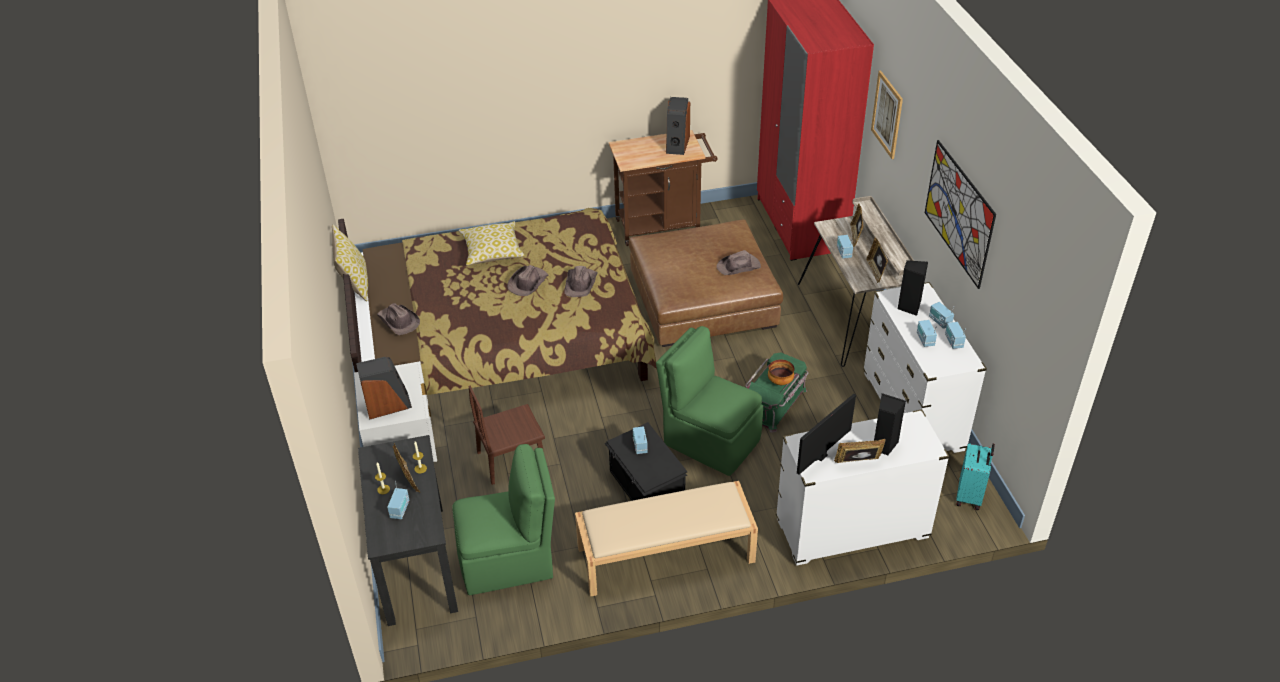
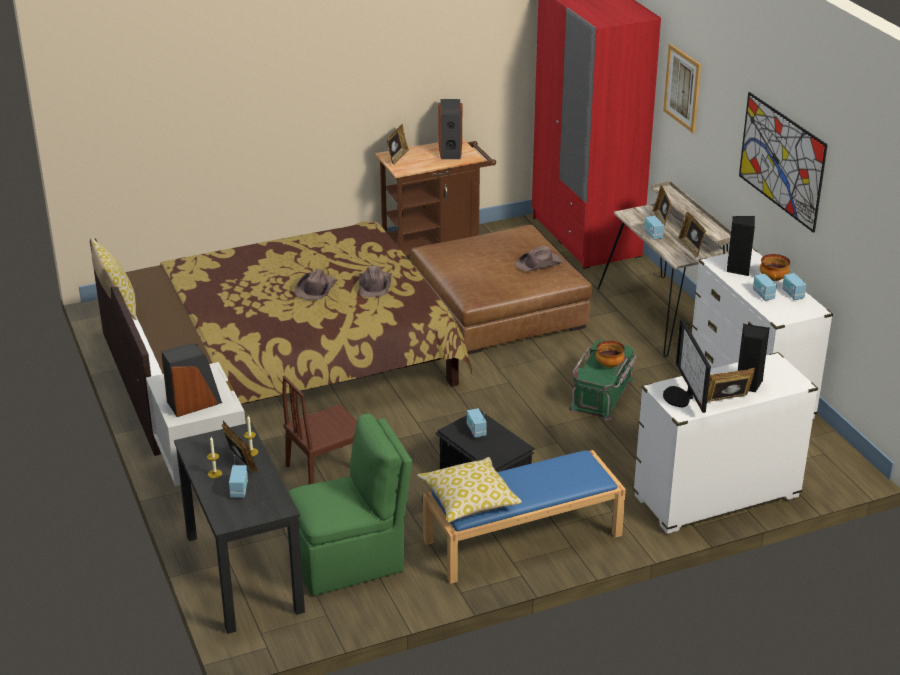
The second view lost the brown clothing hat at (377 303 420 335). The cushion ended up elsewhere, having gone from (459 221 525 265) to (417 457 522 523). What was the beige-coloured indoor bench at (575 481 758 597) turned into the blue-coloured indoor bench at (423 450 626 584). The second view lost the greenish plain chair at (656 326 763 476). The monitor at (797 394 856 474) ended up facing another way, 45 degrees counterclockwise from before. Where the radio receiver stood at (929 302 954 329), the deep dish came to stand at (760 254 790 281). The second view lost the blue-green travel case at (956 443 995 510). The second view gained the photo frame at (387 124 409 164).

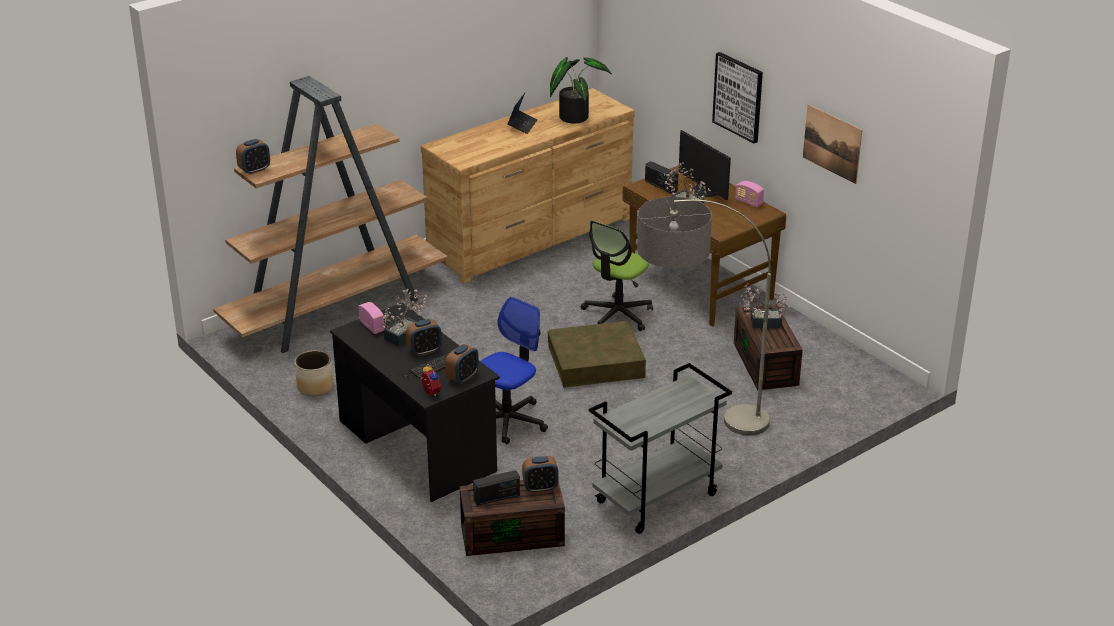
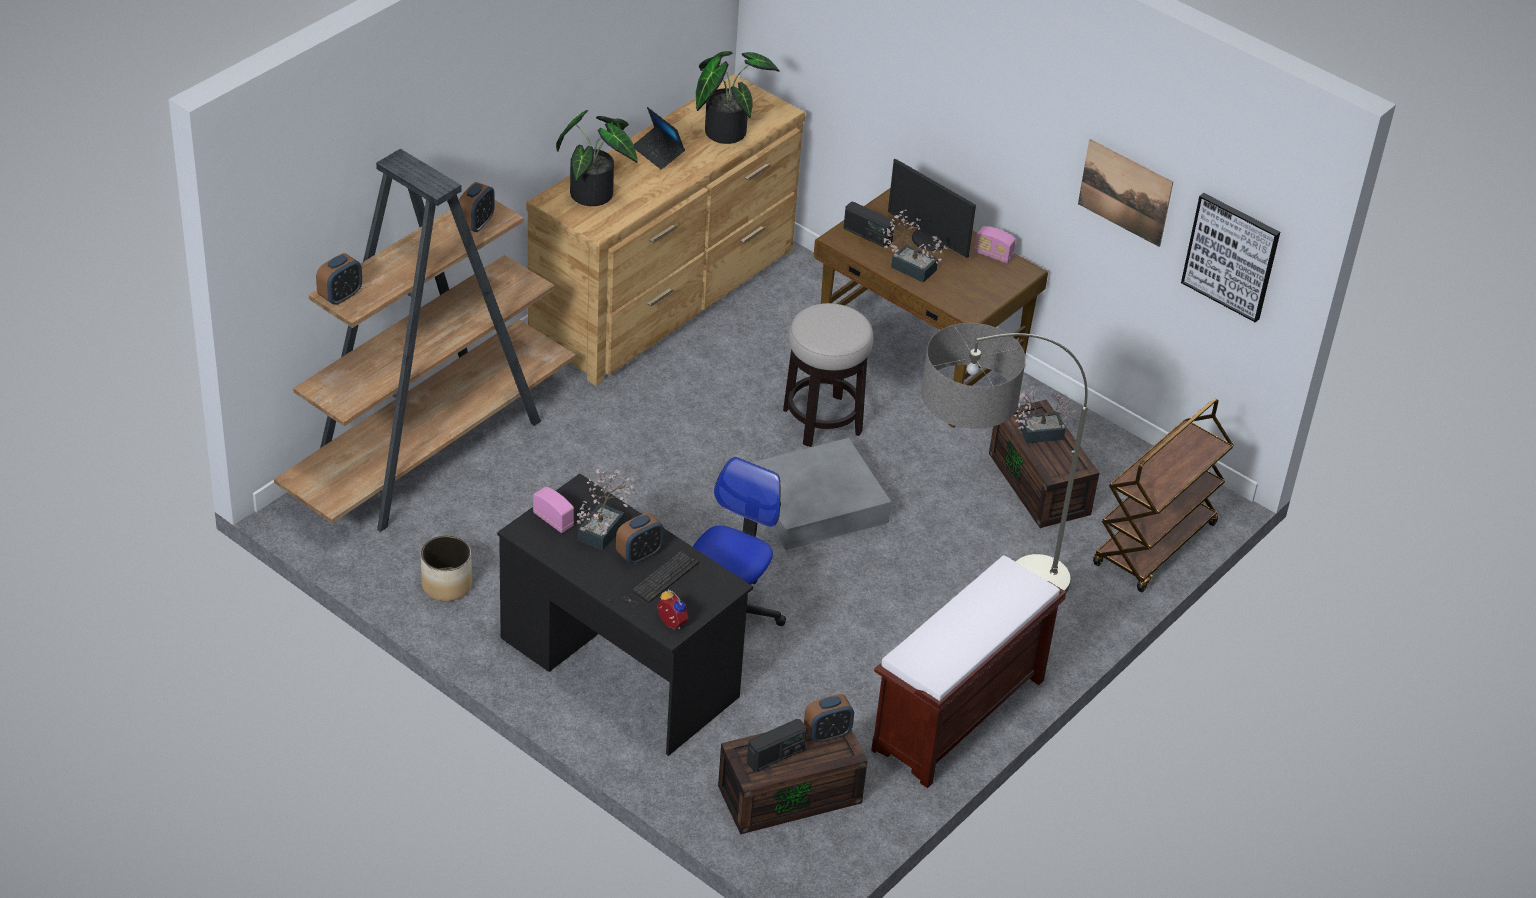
The alarm clock ended up elsewhere, having gone from (445 344 479 384) to (459 182 495 233). The laptop at (507 93 537 134) ended up facing another way, 135 degrees clockwise from before. What was the brown storage container at (548 321 646 388) turned into the grey storage container at (751 438 892 550). Where the computer chair stood at (581 221 653 331), the stool seat came to stand at (783 303 873 447). Where the grey wheeled cart stood at (589 363 732 534), the brown indoor bench came to stand at (871 555 1066 788). The wall picture ended up elsewhere, having gone from (712 52 763 143) to (1181 193 1280 323). The second view gained the potted plant at (556 110 638 206). The second view gained the brown wheeled cart at (1093 398 1234 592).

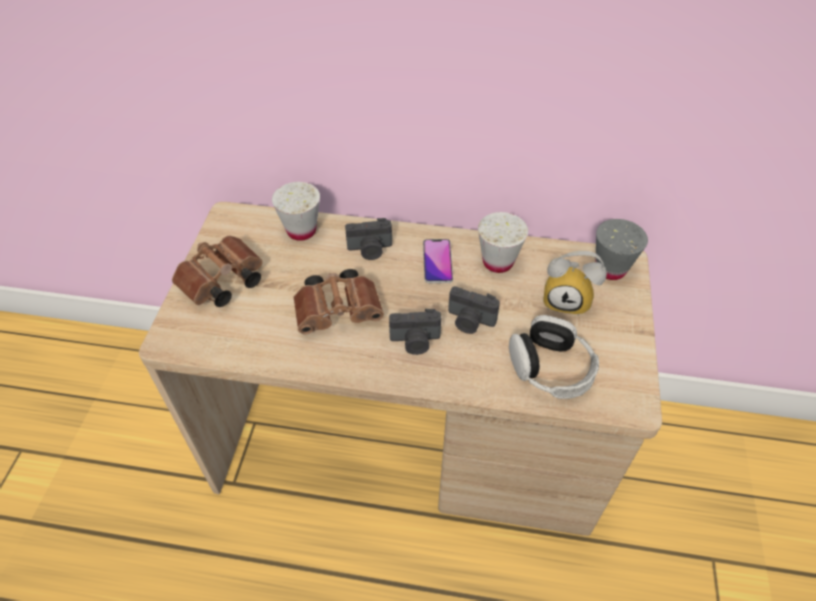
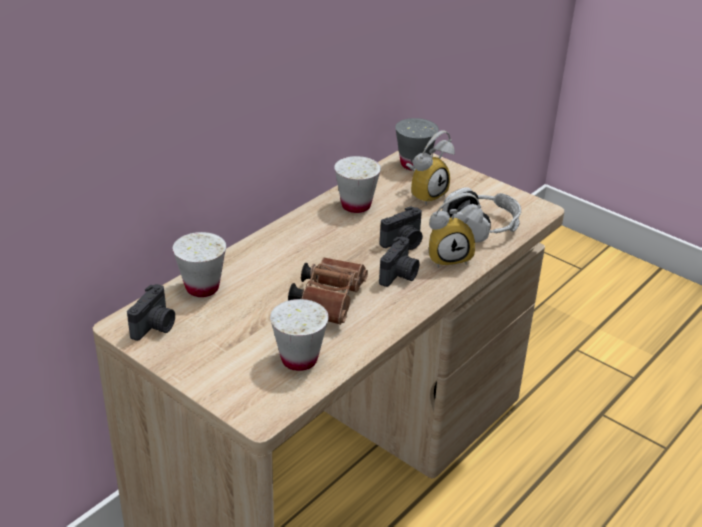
The second view lost the brown pair of binoculars at (172 235 263 307). The photo camera ended up elsewhere, having gone from (345 218 392 260) to (127 284 175 341). The second view lost the telephone at (423 239 453 283). The second view gained the white small cup at (270 299 329 371). The second view gained the alarm clock at (429 193 483 268).

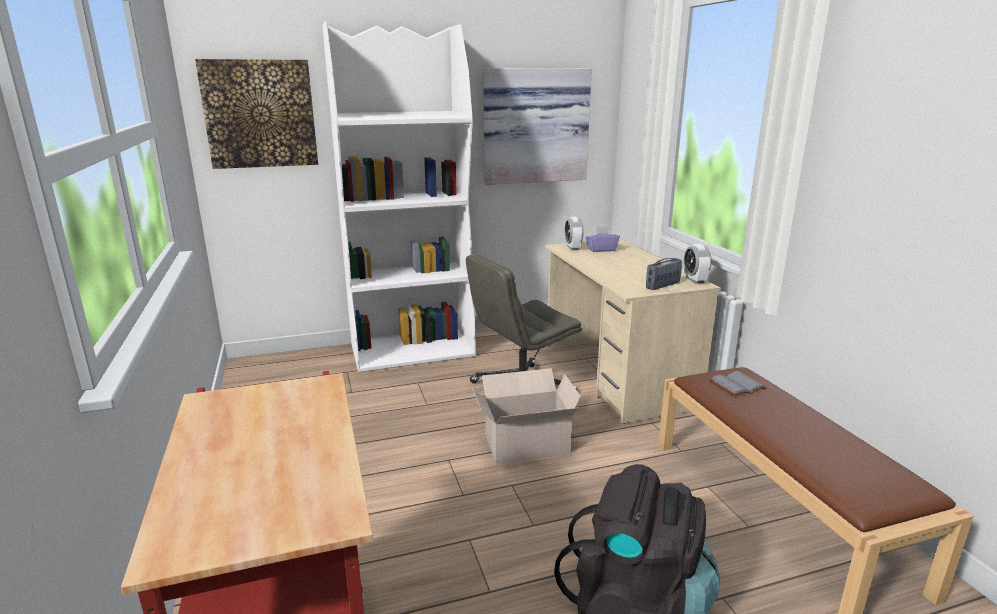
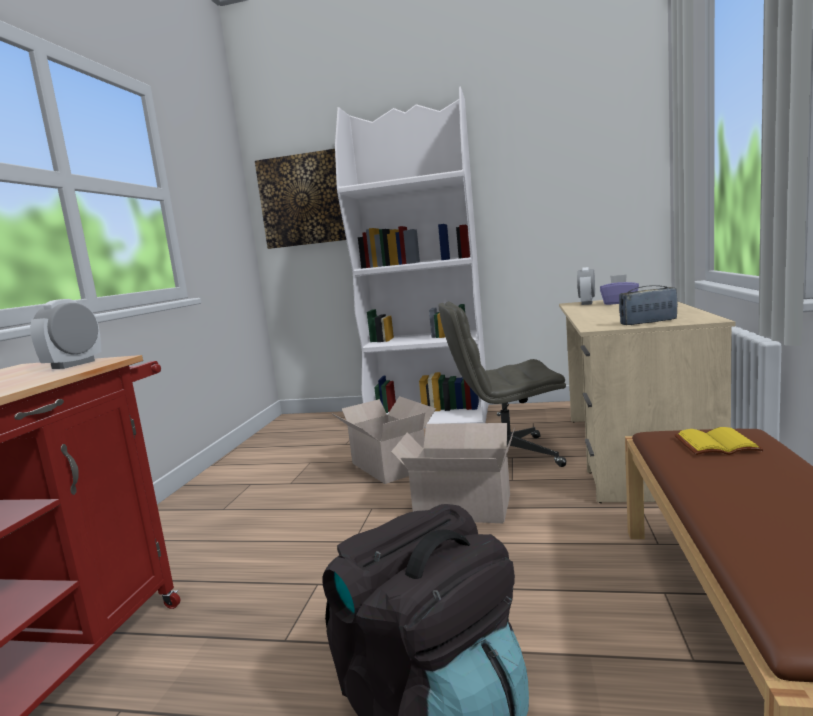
The second view lost the wall picture at (483 68 592 185). The alarm clock ended up elsewhere, having gone from (684 244 712 284) to (30 299 101 369). What was the grey volume at (709 371 767 397) turned into the yellowish volume at (675 427 764 455). The second view gained the cardboard box at (331 396 436 484).

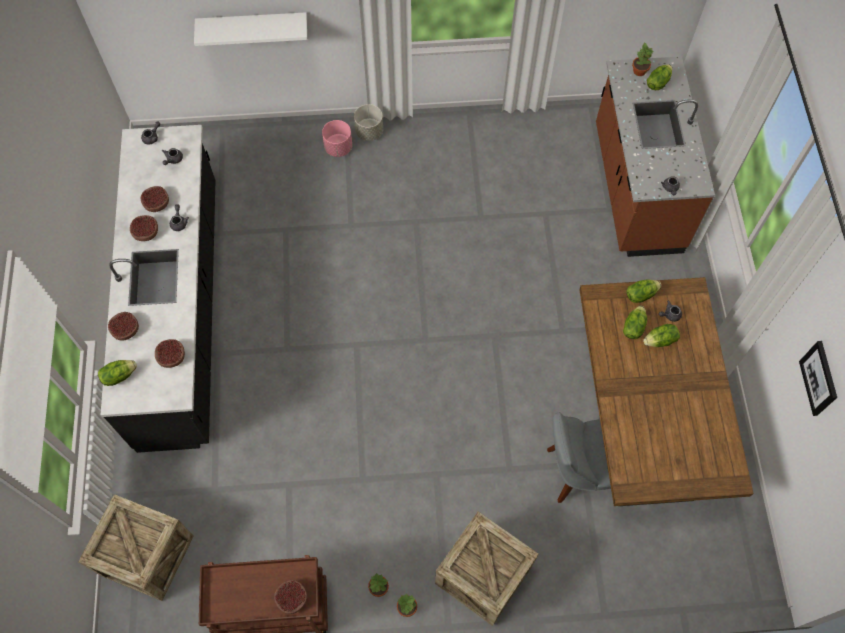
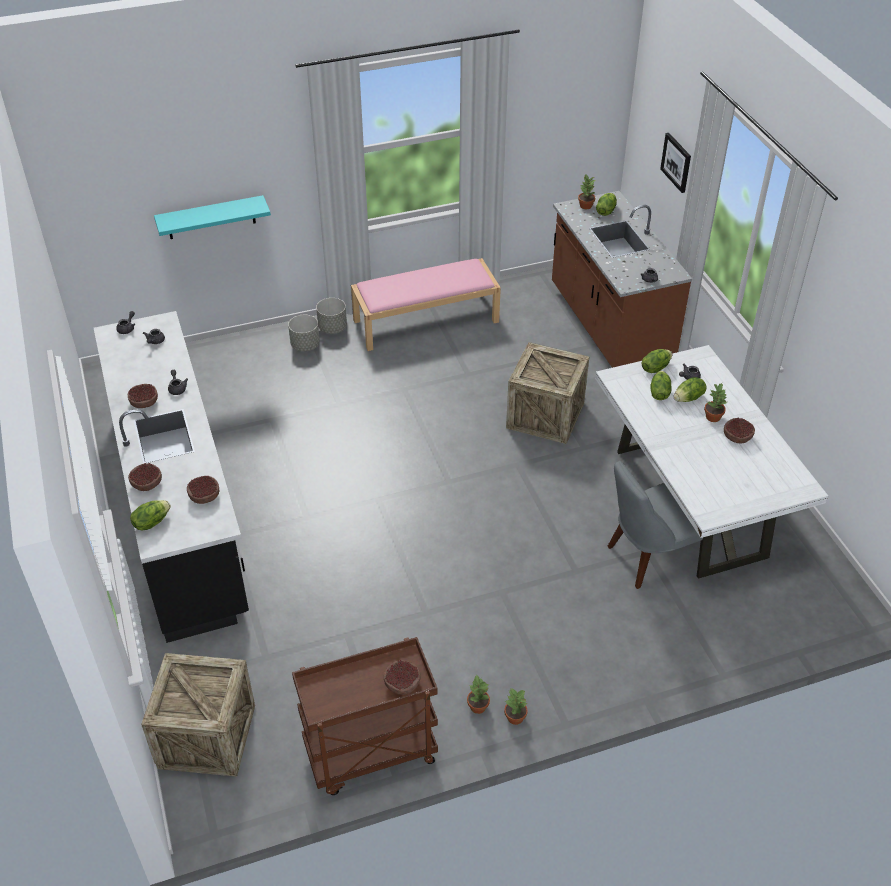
The deep dish ended up elsewhere, having gone from (141 186 169 212) to (724 417 755 443). What was the white wall shelf at (194 12 307 46) turned into the blue-green wall shelf at (154 195 271 239). What was the pink-coloured plant pot at (322 120 352 157) turned into the grey plant pot at (288 315 320 351). The crate ended up elsewhere, having gone from (435 511 539 626) to (506 342 589 444). What was the brown kitchen table at (579 277 754 506) turned into the white kitchen table at (595 345 828 579). The wall picture ended up elsewhere, having gone from (799 341 837 416) to (660 133 691 193). The second view gained the pink-coloured indoor bench at (351 258 501 351). The second view gained the potted plant at (704 383 728 422).

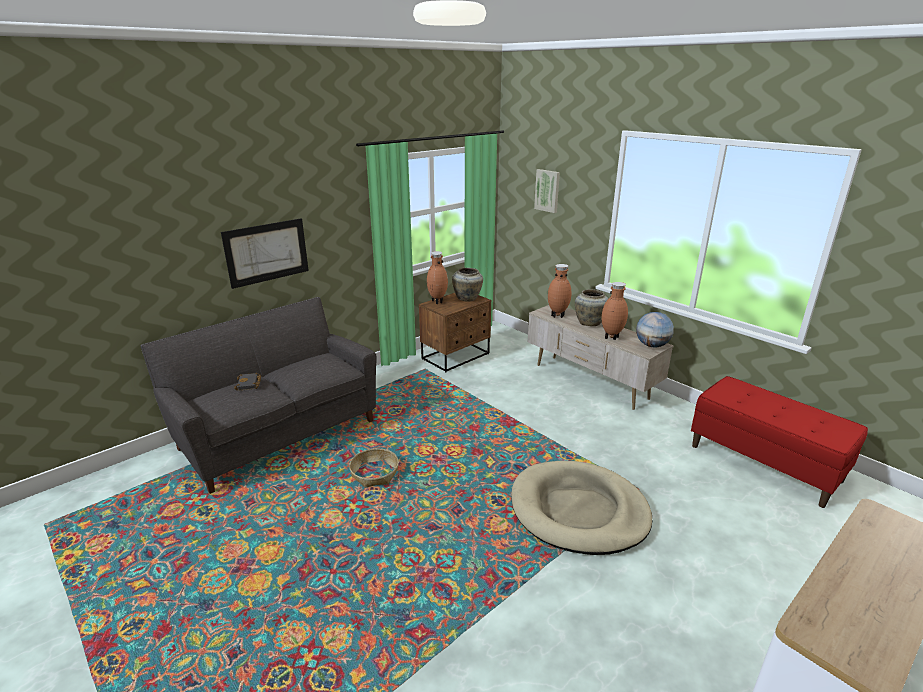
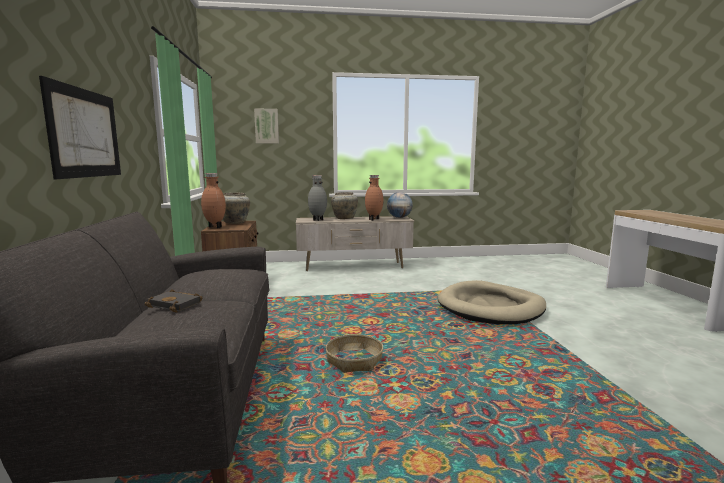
What was the brown vase at (548 264 571 318) turned into the grey vase at (308 175 327 221). The second view lost the reddish indoor bench at (691 376 868 508).

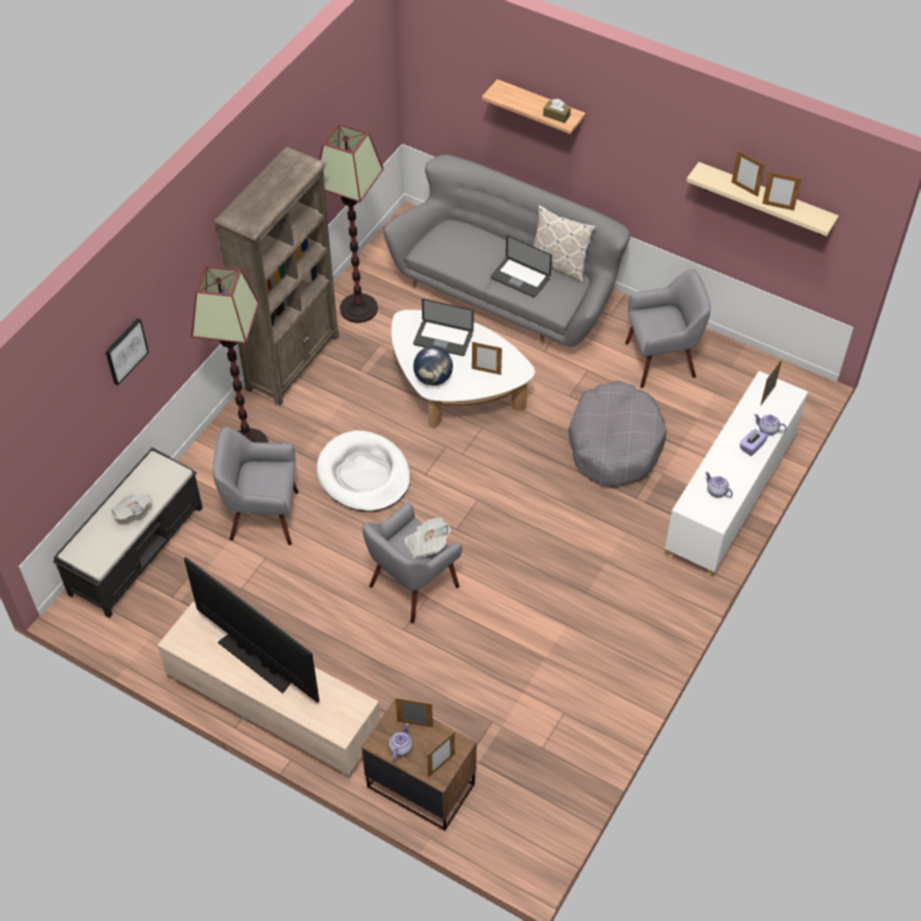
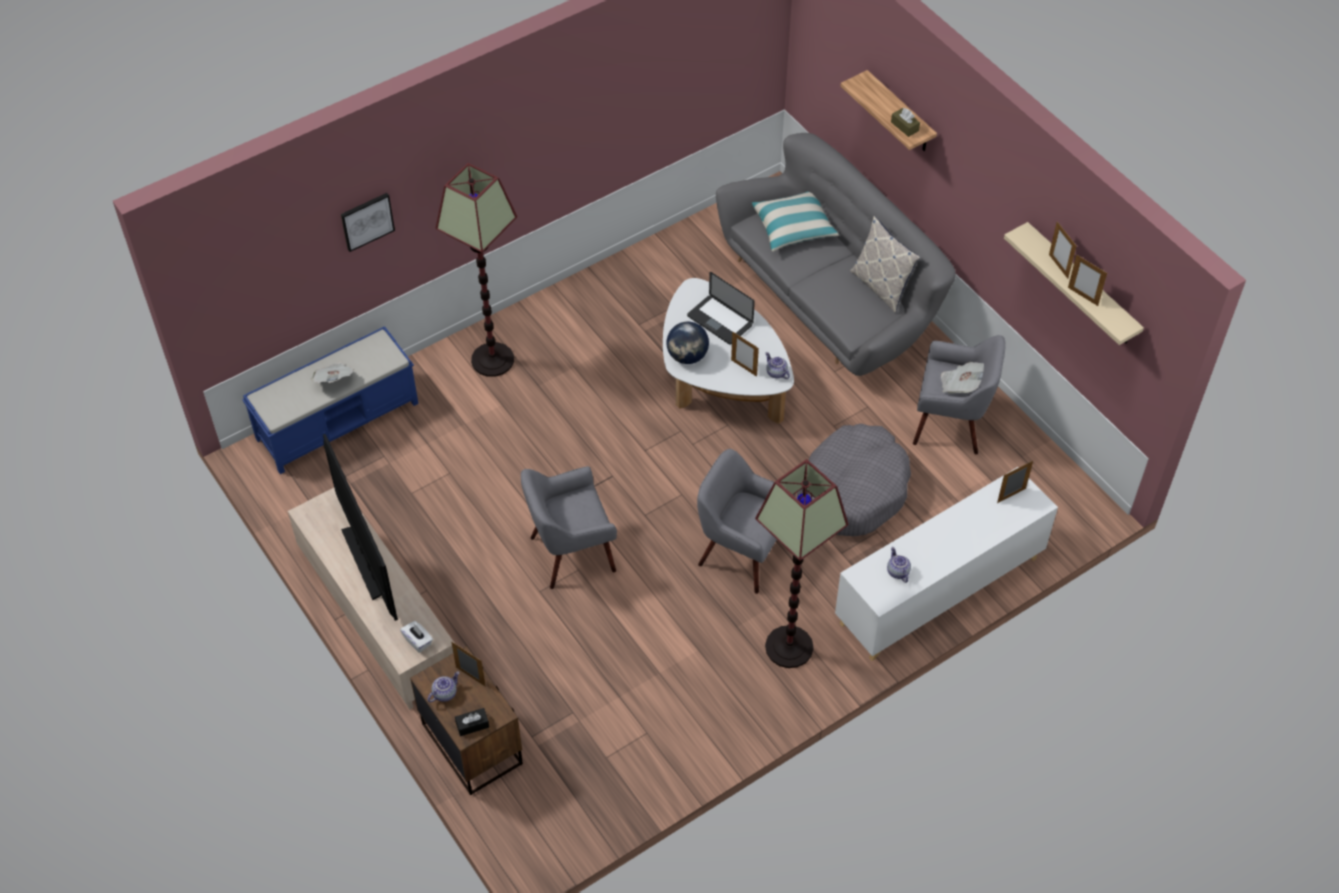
What was the black-coloured indoor bench at (53 448 203 618) turned into the blue-coloured indoor bench at (242 326 419 474). The grey lounge chair ended up elsewhere, having gone from (213 427 299 545) to (697 449 795 594). The second view lost the brown shelving unit at (214 147 339 406). The second view lost the white dog cushion at (316 430 410 512). The standing lamp ended up elsewhere, having gone from (319 123 384 323) to (755 459 849 668). The printed paper ended up elsewhere, having gone from (404 517 451 558) to (941 362 984 393). Where the photo frame stood at (427 731 455 778), the black-coloured box of tissues came to stand at (455 708 489 736). The second view lost the laptop at (490 235 552 297). The second view lost the purplish box of tissues at (740 429 768 456). The tea pot ended up elsewhere, having gone from (754 414 787 435) to (765 352 790 379). The second view gained the white box of tissues at (400 621 433 653). The second view gained the cushion at (752 191 839 252).

